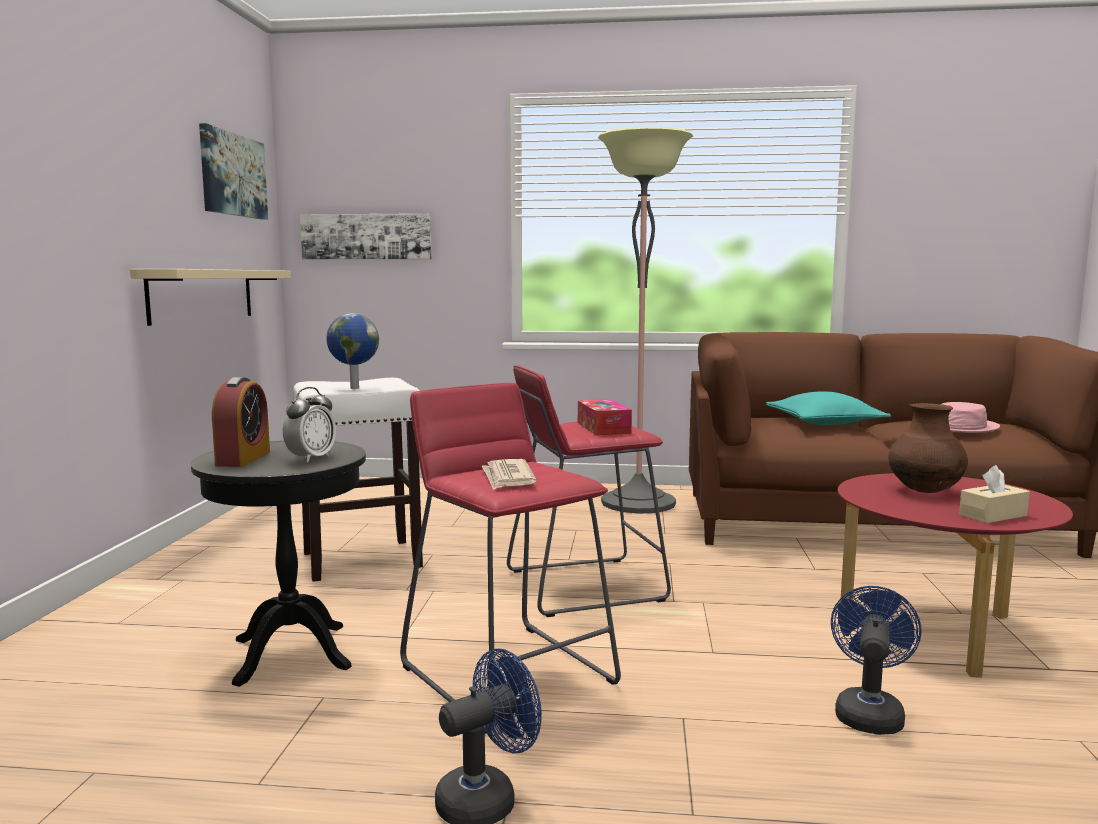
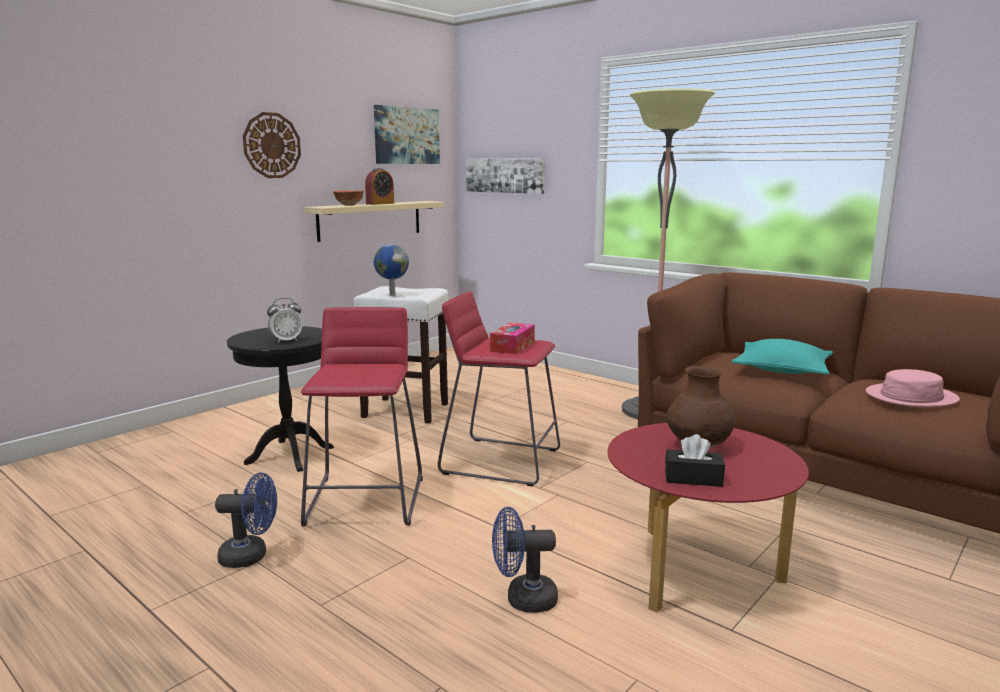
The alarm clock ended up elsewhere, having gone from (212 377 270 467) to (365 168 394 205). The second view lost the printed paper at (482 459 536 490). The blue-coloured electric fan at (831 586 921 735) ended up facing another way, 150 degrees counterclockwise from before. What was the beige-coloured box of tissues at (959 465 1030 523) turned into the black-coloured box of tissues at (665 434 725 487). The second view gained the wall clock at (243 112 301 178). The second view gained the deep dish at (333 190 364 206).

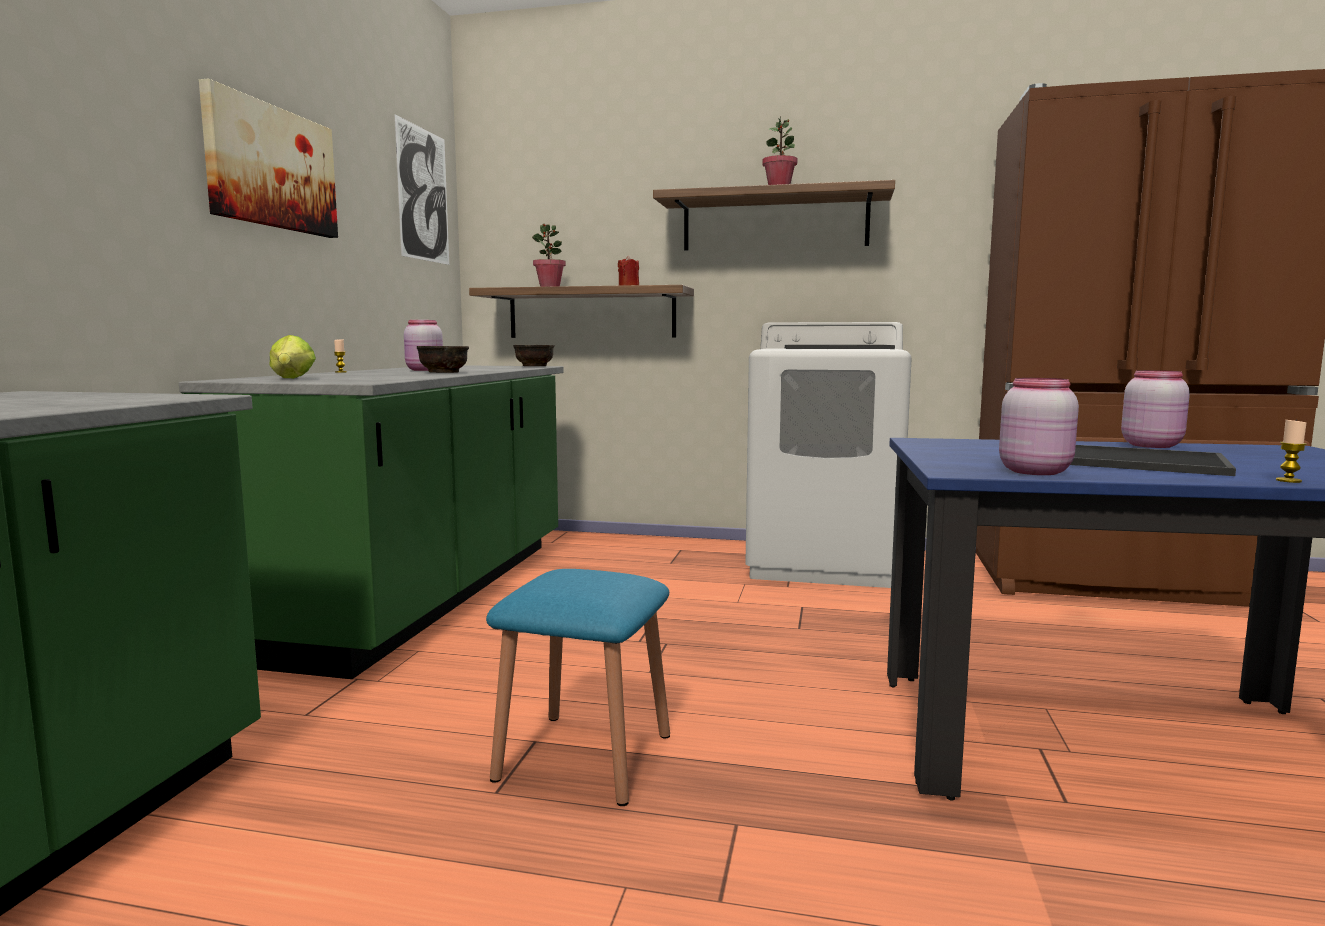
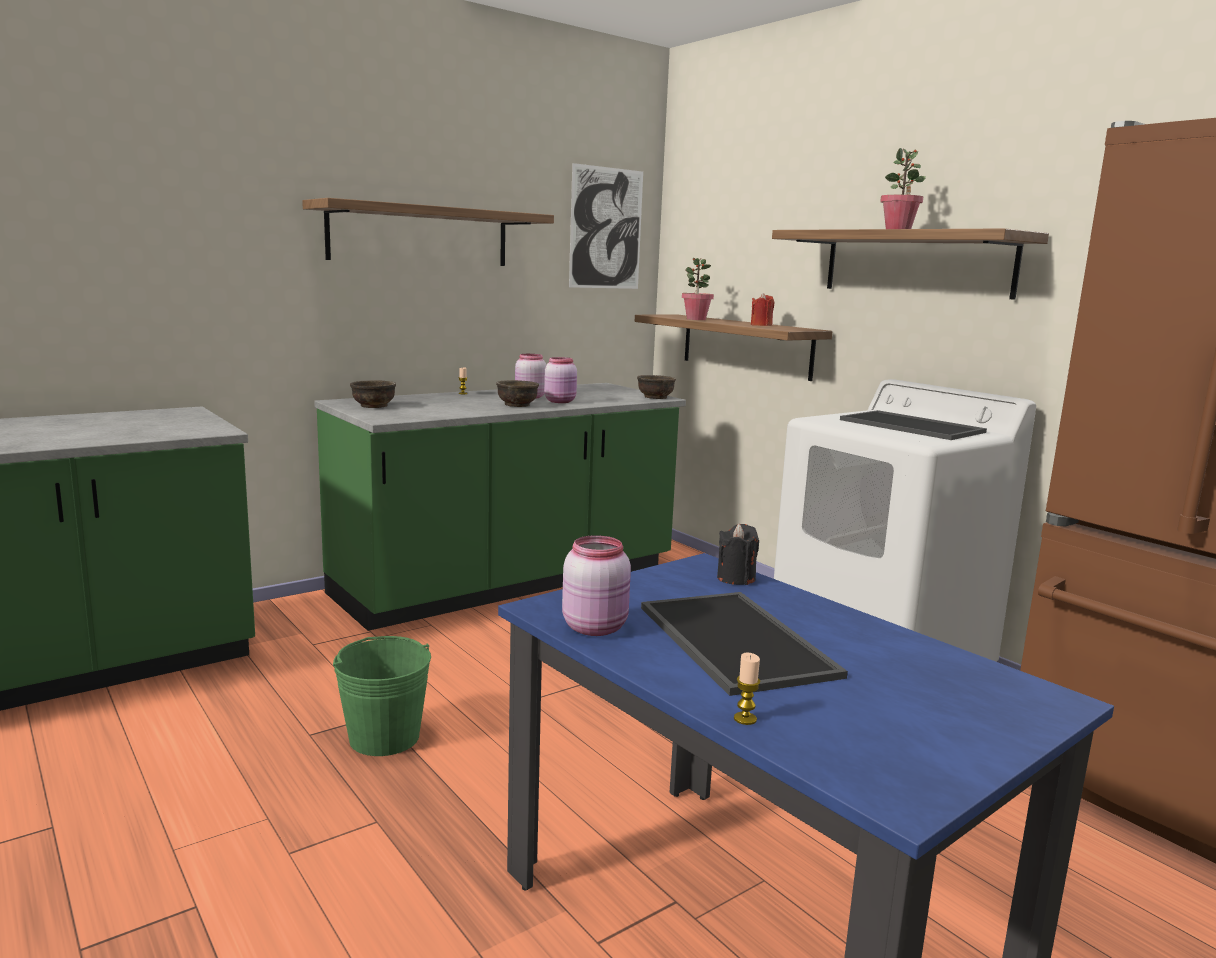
Where the wall picture hung at (199 79 338 238), the wall shelf came to hang at (302 198 554 266). Where the lettuce head stood at (270 335 316 379), the brown deep dish came to stand at (350 380 396 408). Where the blue-coloured stool seat stood at (486 569 670 806), the greenish bucket came to stand at (333 636 431 756). The pink-coloured jar ended up elsewhere, having gone from (1121 370 1190 448) to (544 357 577 403). The second view gained the black-coloured candle at (717 523 759 585).

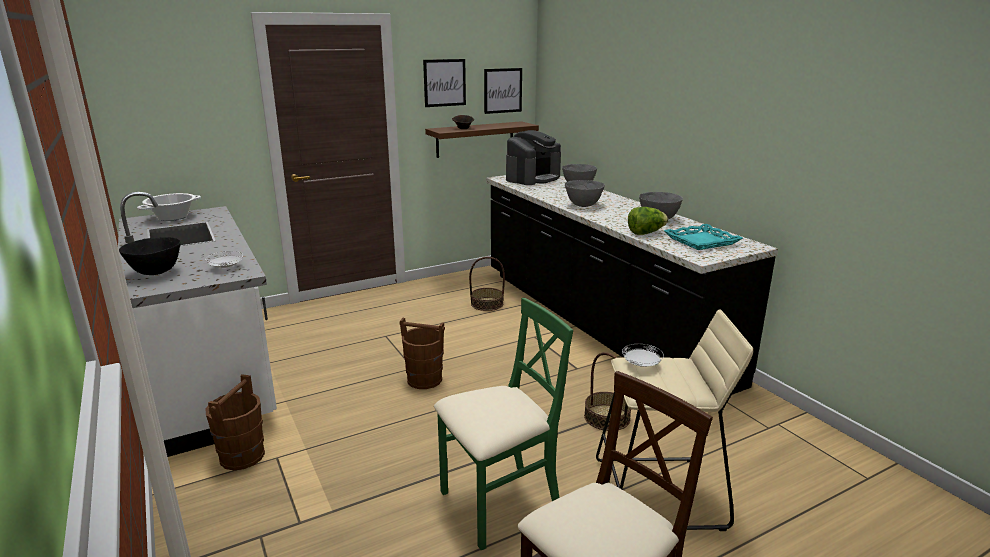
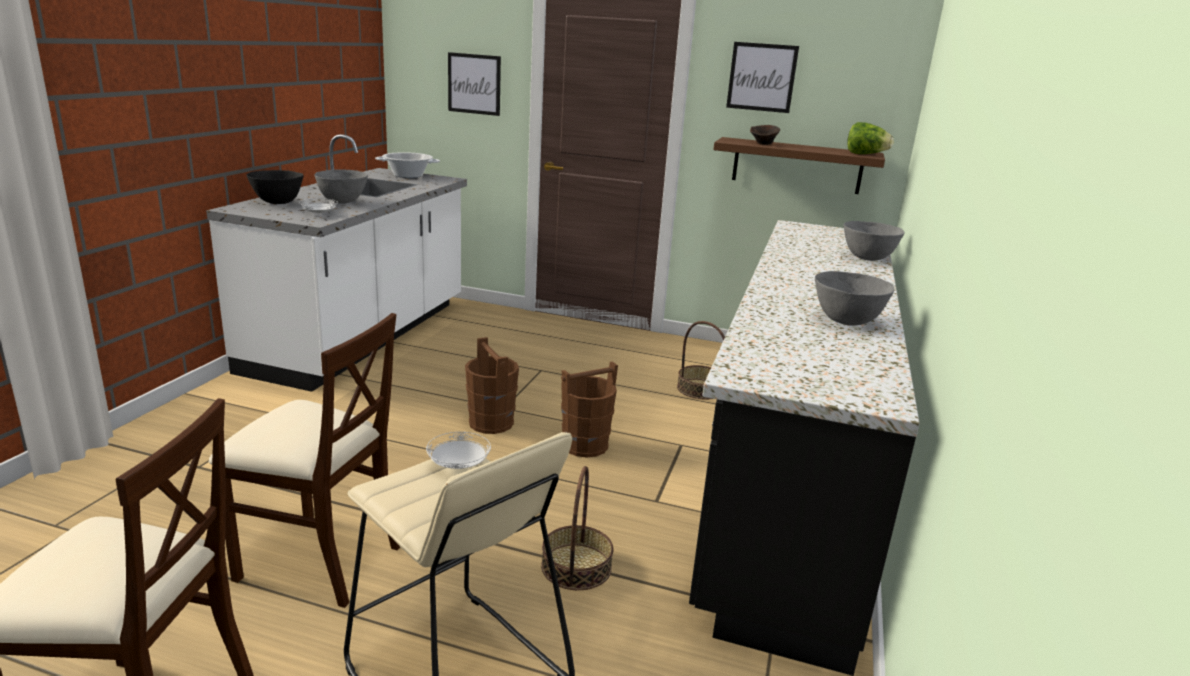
The brown bucket ended up elsewhere, having gone from (205 374 265 470) to (561 361 618 458). What was the greenish plain chair at (434 298 573 550) turned into the beige-coloured plain chair at (209 313 400 608). The wall picture ended up elsewhere, having gone from (484 68 522 114) to (448 52 501 116). The second view lost the coffee machine at (506 130 561 185). The grey deep dish ended up elsewhere, having gone from (565 180 605 207) to (314 169 368 203). The lettuce head ended up elsewhere, having gone from (628 207 668 235) to (847 122 894 154). The second view lost the blue-green tray at (664 224 743 250).

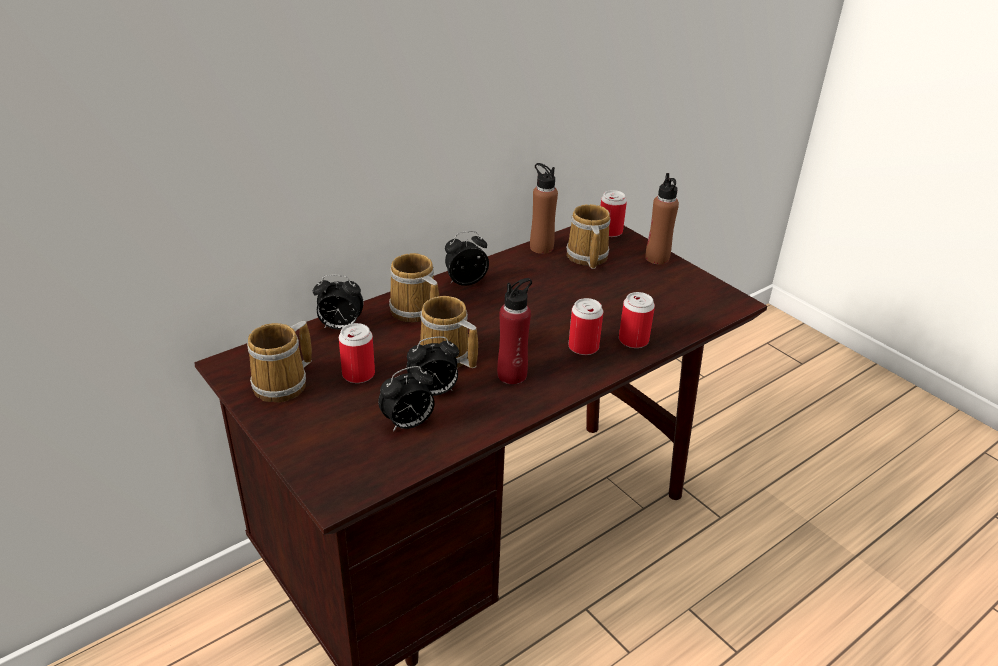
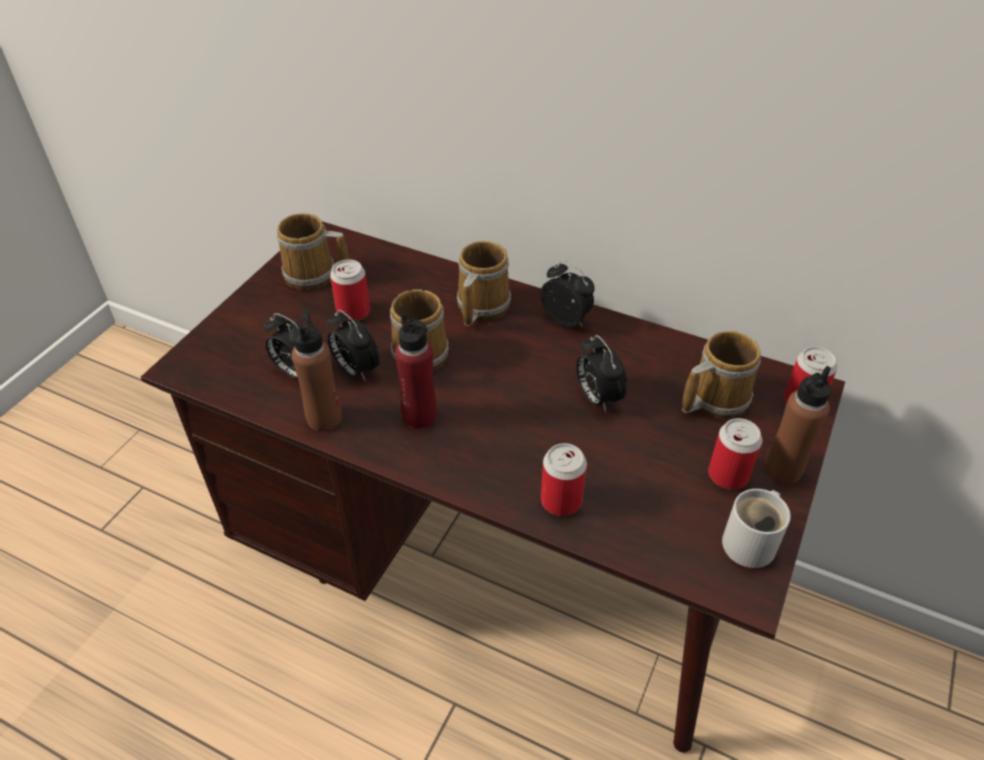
The alarm clock ended up elsewhere, having gone from (313 275 364 330) to (576 335 627 412). The brown drink bottle ended up elsewhere, having gone from (530 163 558 254) to (292 309 342 431). The can ended up elsewhere, having gone from (568 298 603 355) to (708 418 762 490). The second view gained the white coffee mug at (722 489 791 568).

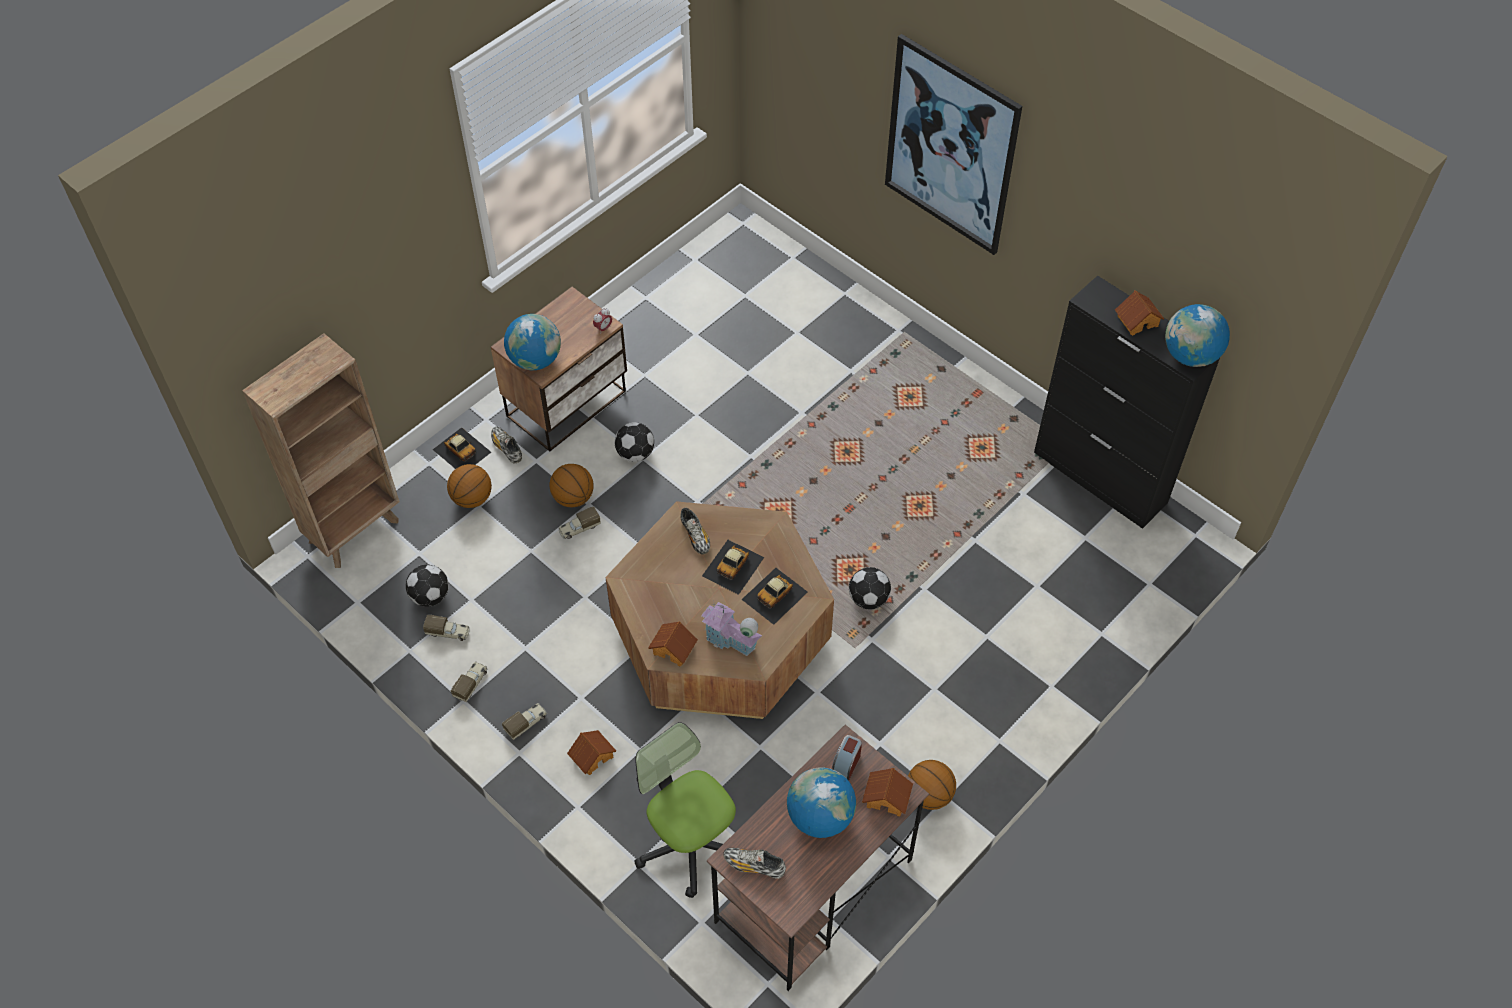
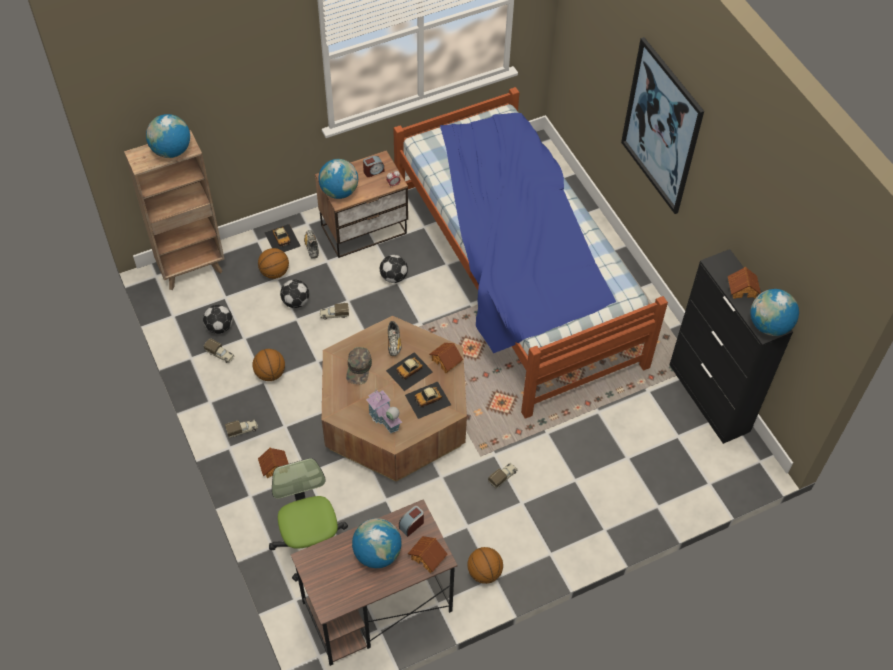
The model truck ended up elsewhere, having gone from (451 661 488 702) to (488 463 517 489). The basketball ended up elsewhere, having gone from (550 464 594 507) to (253 349 285 381). The toy house ended up elsewhere, having gone from (648 621 698 667) to (429 343 463 373). The second view lost the shoe at (723 848 786 879). The ball for football ended up elsewhere, having gone from (849 567 891 609) to (280 279 309 308). The second view gained the world globe at (146 114 190 158). The second view gained the greenish peaked cap at (346 347 372 384). The second view gained the alarm clock at (363 156 384 177). The second view gained the bed at (393 87 668 419).

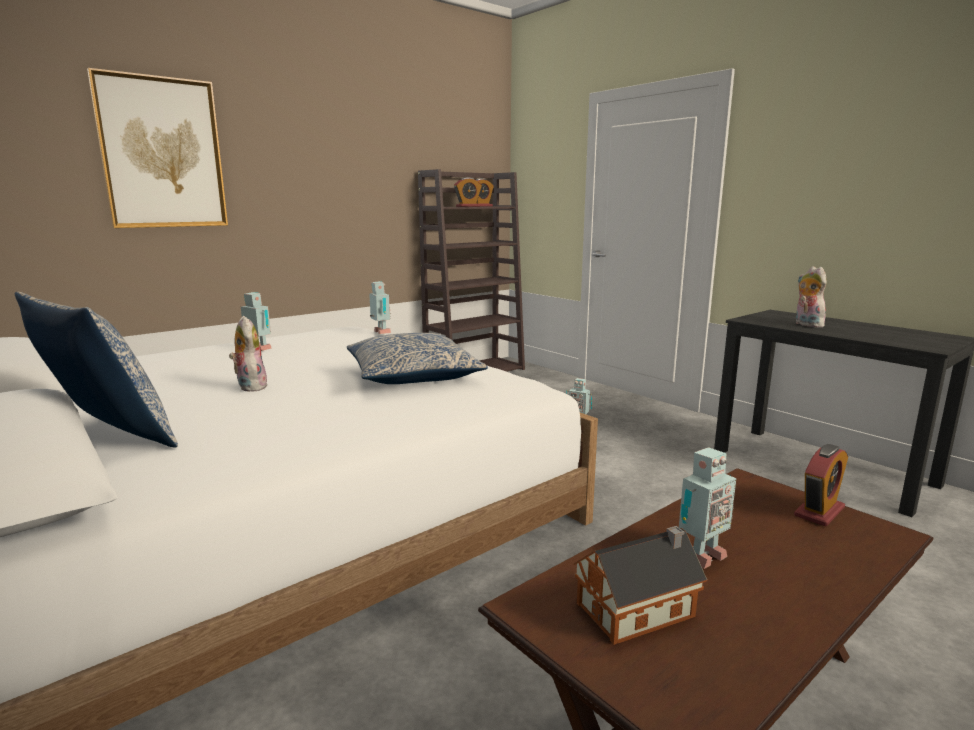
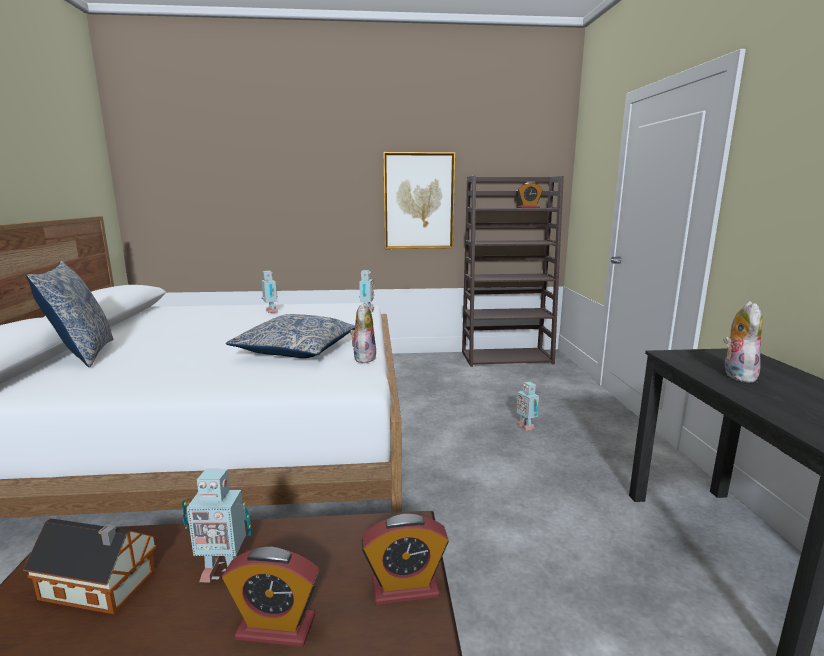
The wall picture ended up elsewhere, having gone from (87 68 228 228) to (383 152 455 249). The cuddly toy ended up elsewhere, having gone from (229 316 268 392) to (350 302 376 363). The alarm clock ended up elsewhere, having gone from (454 177 482 207) to (222 547 320 646).

